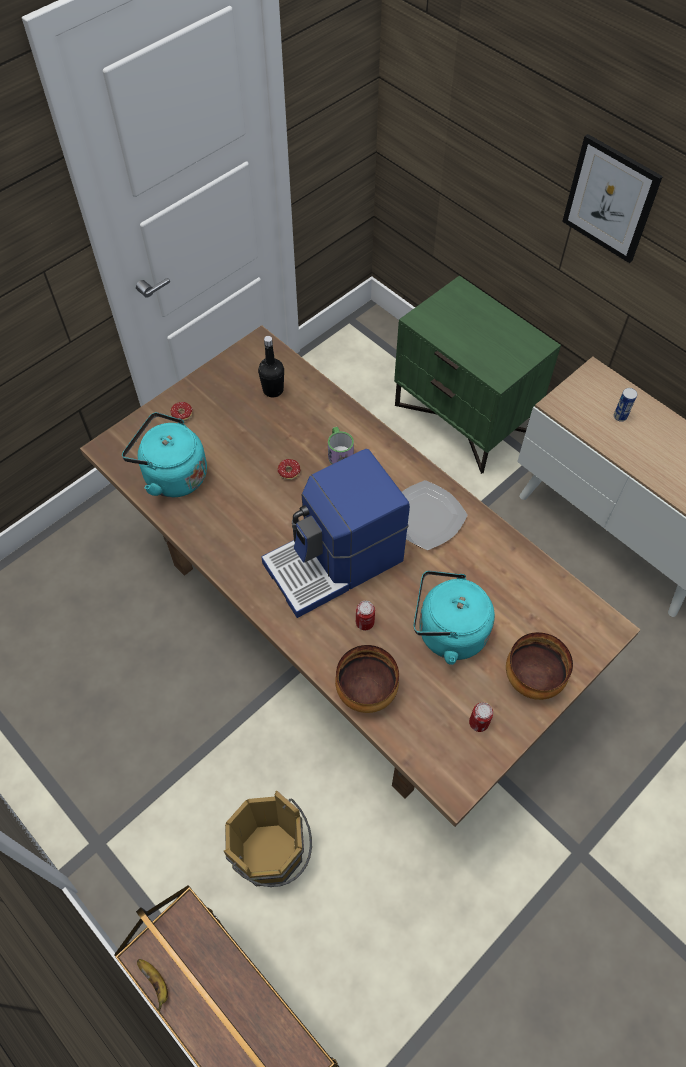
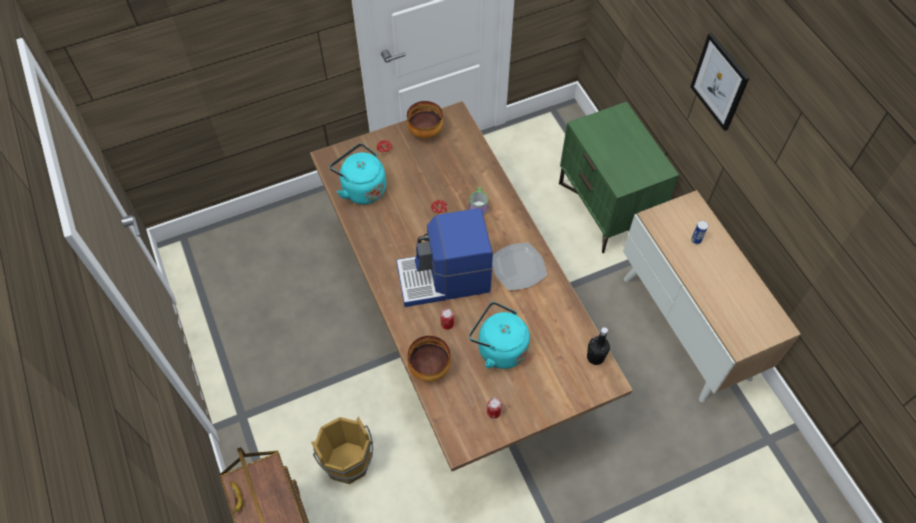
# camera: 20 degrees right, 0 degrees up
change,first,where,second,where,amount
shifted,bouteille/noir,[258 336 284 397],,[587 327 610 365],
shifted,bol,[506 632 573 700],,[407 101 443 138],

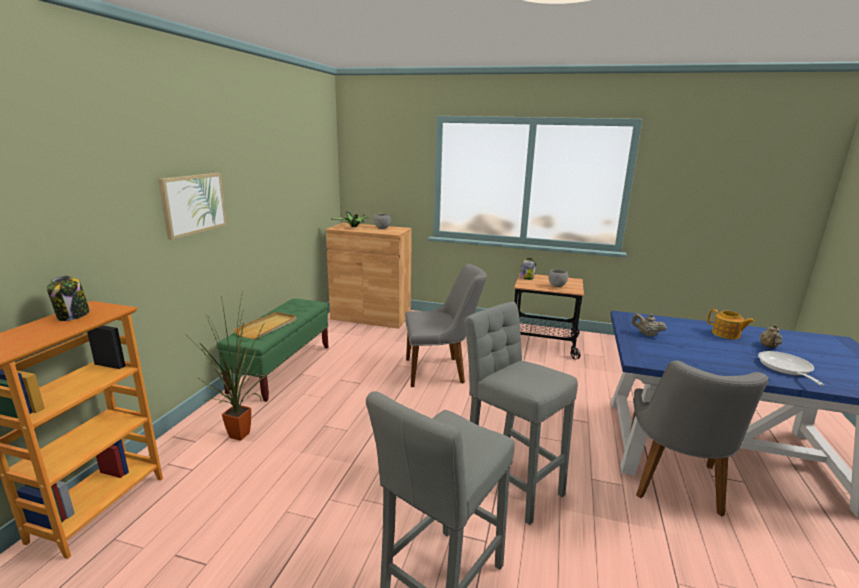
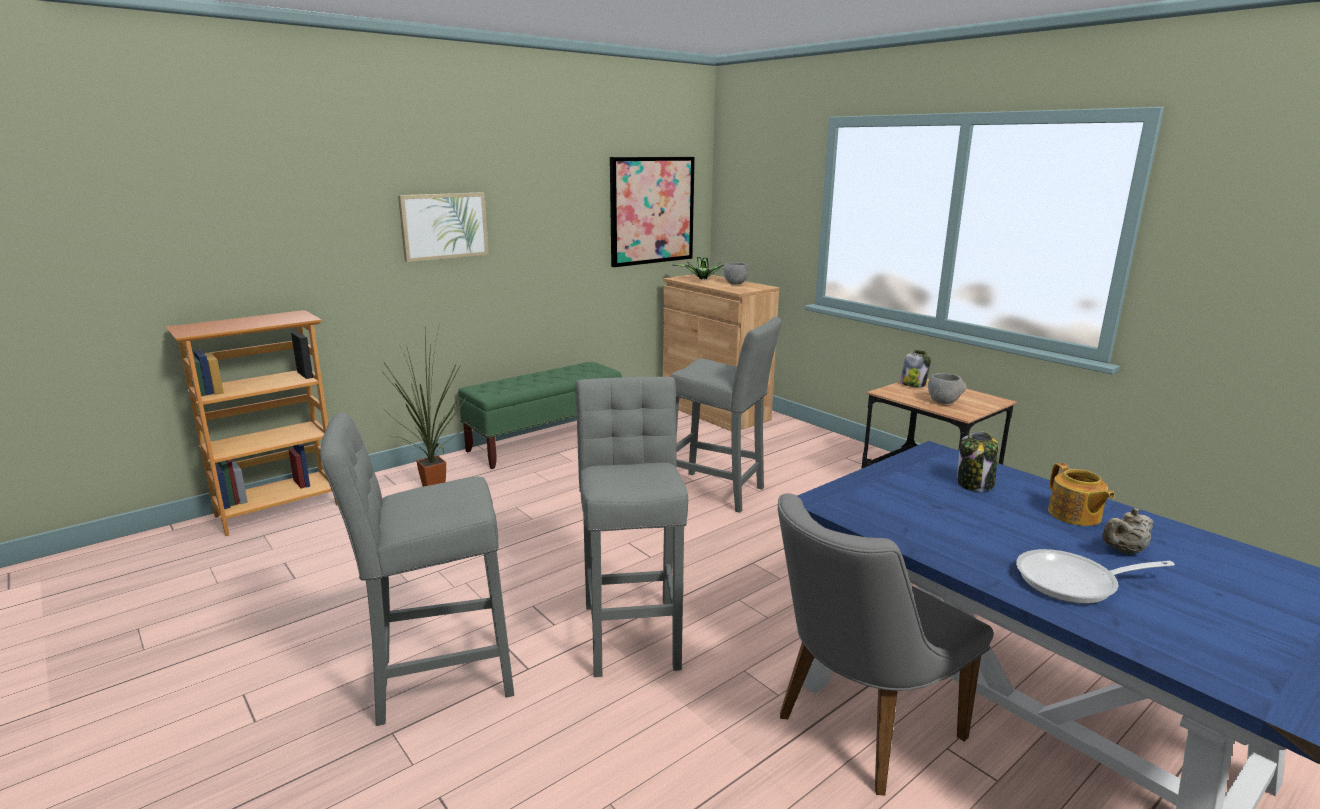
# camera: 35 degrees right, 0 degrees up
change,first,where,second,where,amount
swapped,chaise/gris,[405 264 487 387],tabouret/gris,[671 317 782 513],
shifted,bocal,[47 275 90 321],,[957 431 999 492],
gone,plateau/beige,[233 312 297 339],,,
gone,théière/beige,[632 314 667 337],,,
rotated,poêle,[758 351 824 385],,[1016 549 1175 604],135 degrees counterclockwise
new,,,tableau,[610 157 695 267],

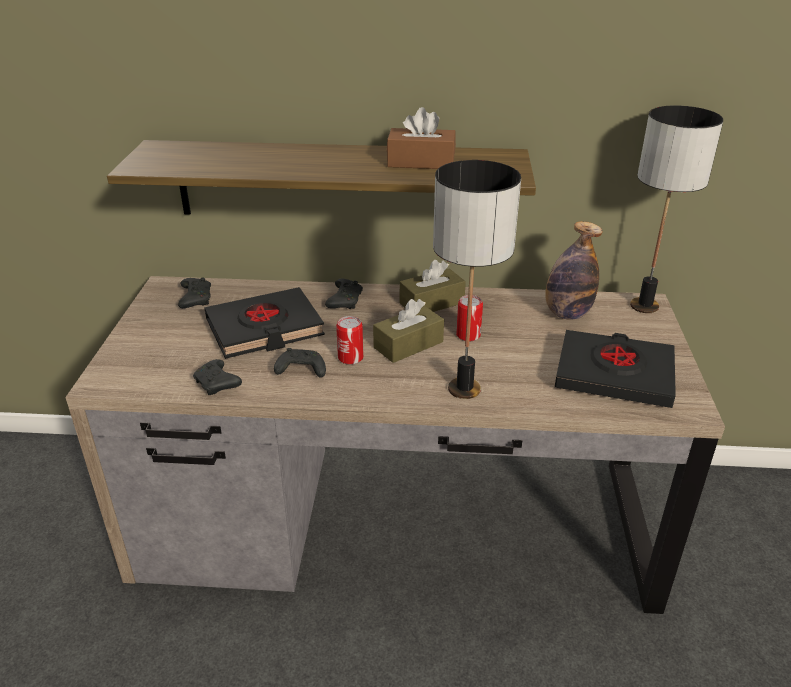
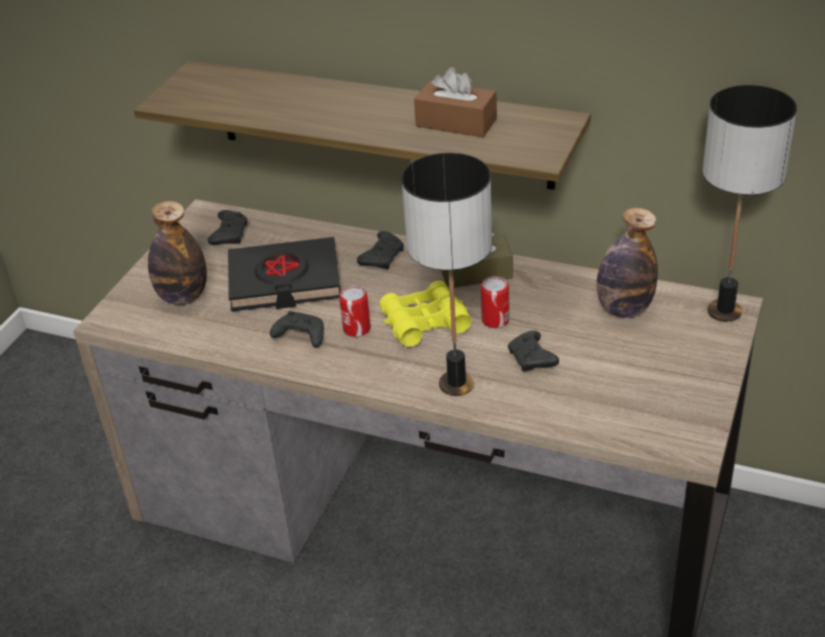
# camera: 20 degrees right, 5 degrees up
change,first,where,second,where,amount
swapped,boîte à mouchoirs/marron,[373 299 444 363],jumelles/jaune,[379 281 471 347],
gone,livre/noir,[555 330 676 408],,,
shifted,manette/noir,[193 359 242 395],,[508 331 559 371],
new,,,bouteille,[148 201 207 305],

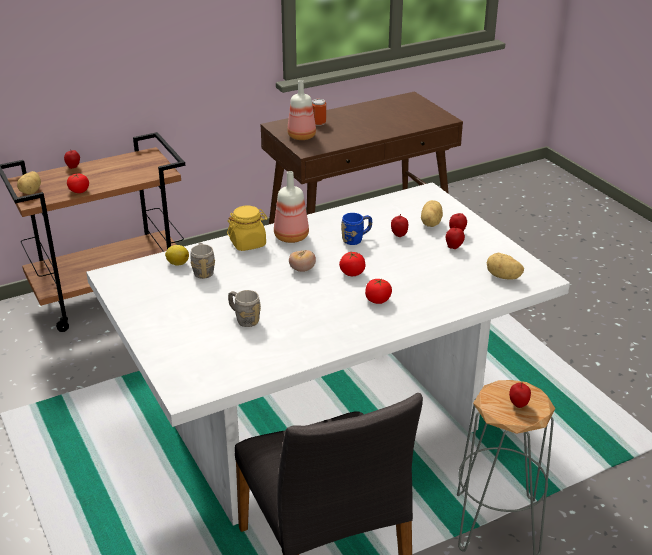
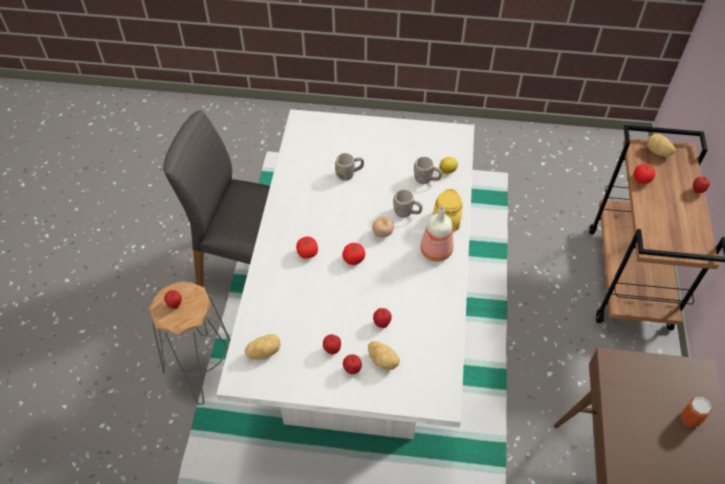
# camera: 125 degrees right, 20 degrees up
change,first,where,second,where,amount
gone,bouteille,[287 80 316 140],,,
gone,mug/bleu,[341 213 372 245],,,
new,,,mug/gris,[393 189 423 218],

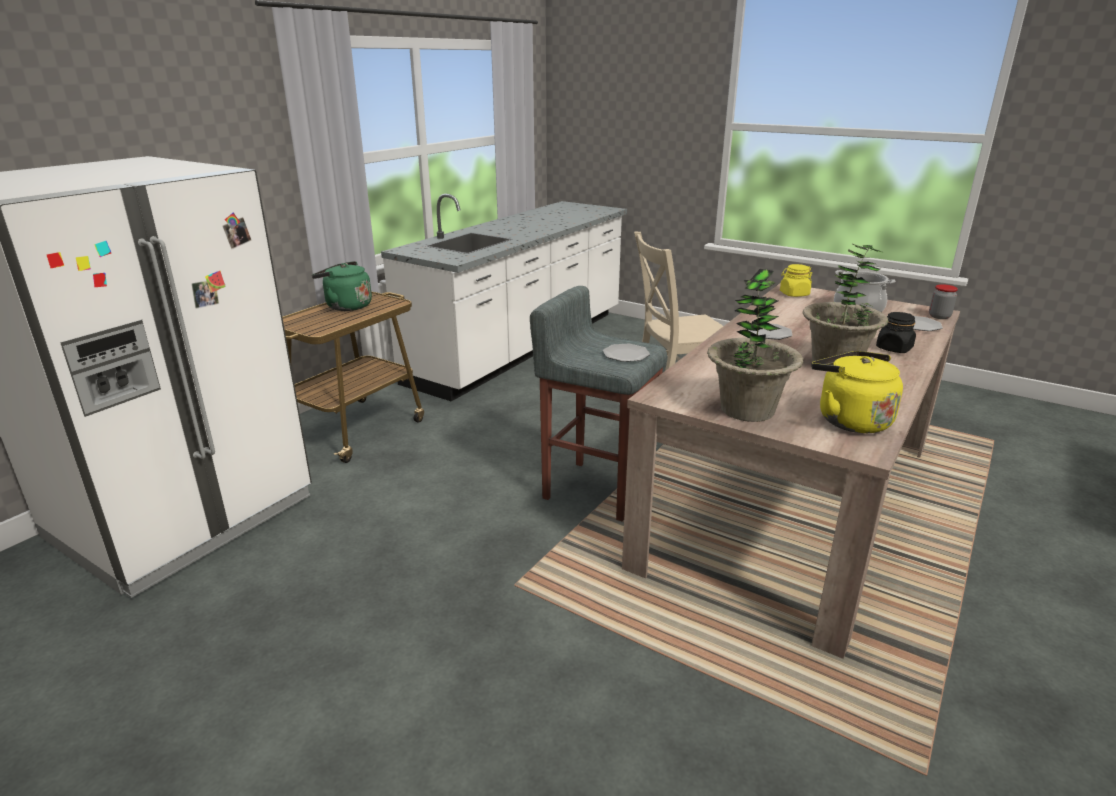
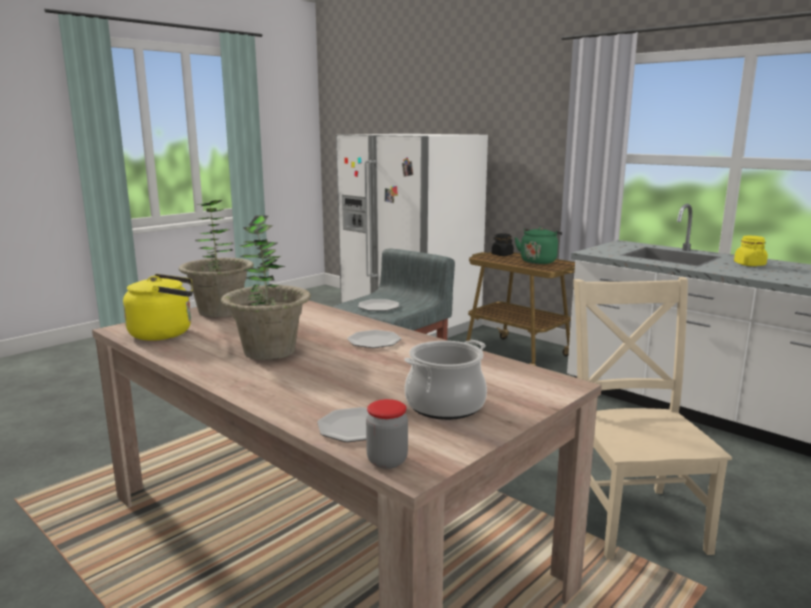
# camera: 100 degrees right, 10 degrees down
change,first,where,second,where,amount
shifted,bocal/jaune,[780 264 812 297],,[734 236 768 266],
shifted,bocal/noir,[876 312 916 353],,[492 233 514 256],

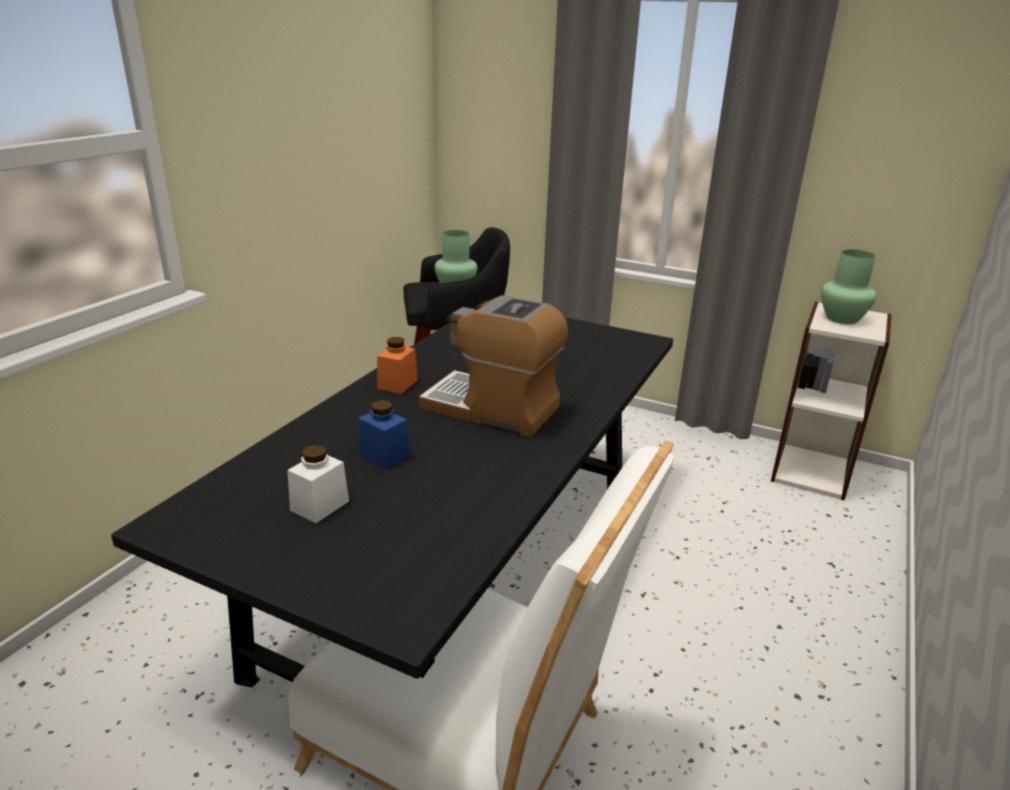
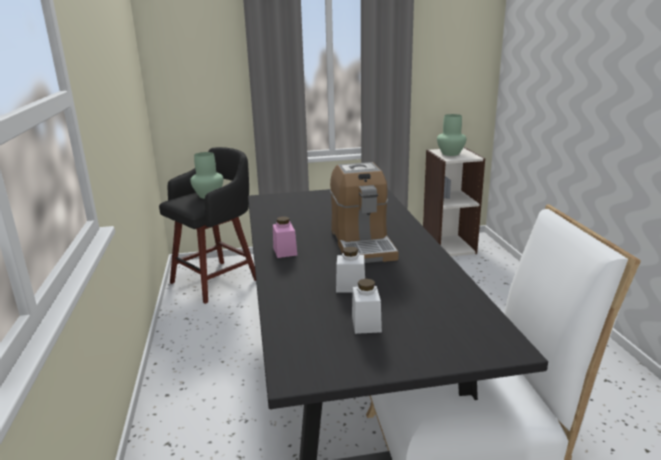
# camera: 35 degrees left, 5 degrees down
change,first,where,second,where,amount
rotated,machine à café,[419 295 568 438],,[330 162 399 263],90 degrees counterclockwise
repainted,bocal/orange,[377 337 418 394],bocal/rose,[273 216 297 258],
repainted,bocal/bleu,[358 400 410 469],bocal/blanc,[336 246 365 292],

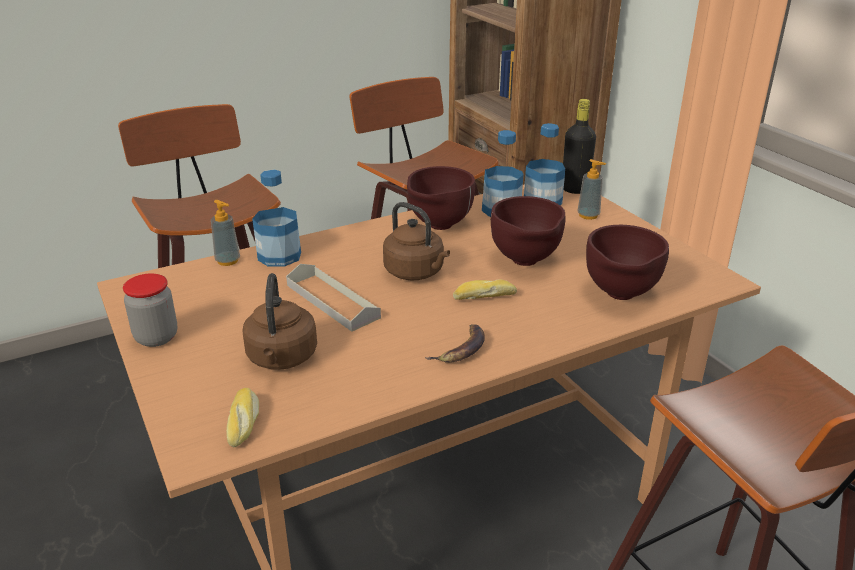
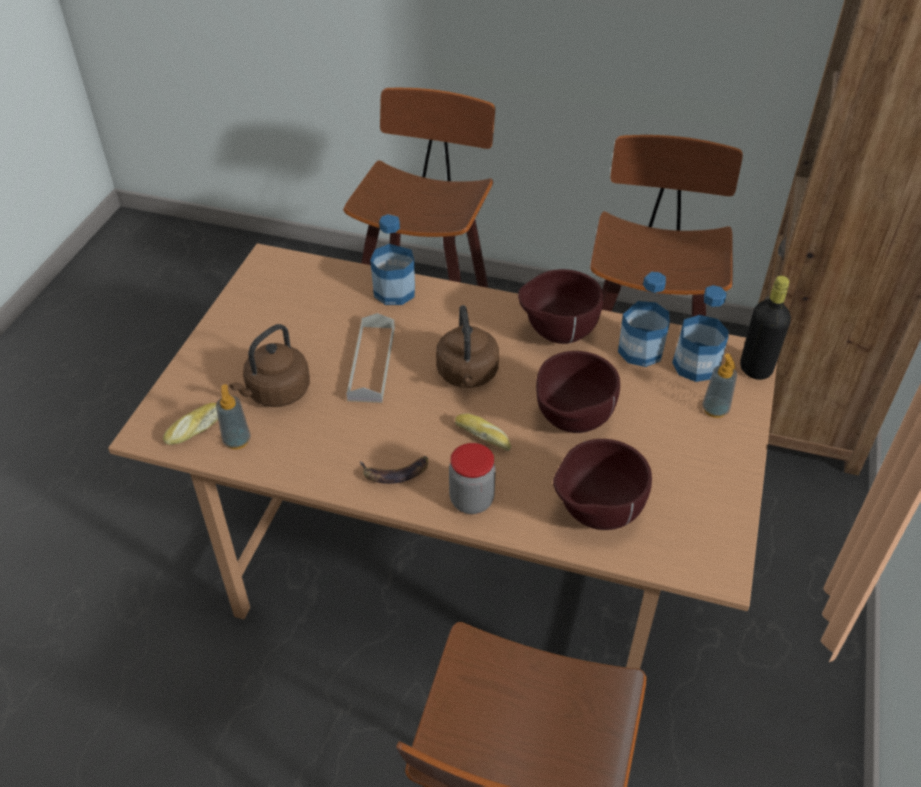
# camera: 45 degrees right, 15 degrees up
change,first,where,second,where,amount
shifted,distributeur de savon,[211 200 240 266],,[216 384 251 449],
shifted,bocal,[123 273 177 347],,[449 443 496 514],

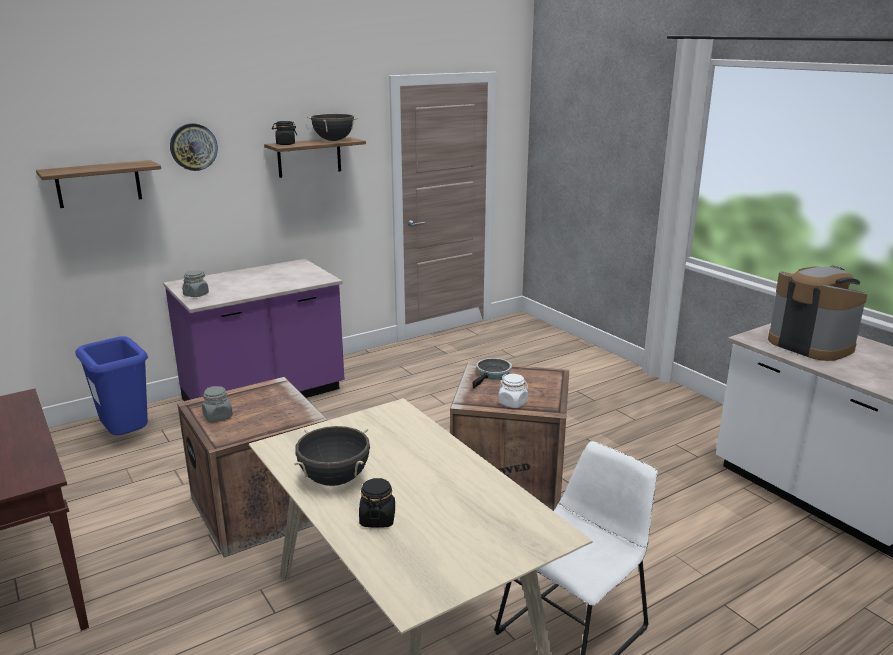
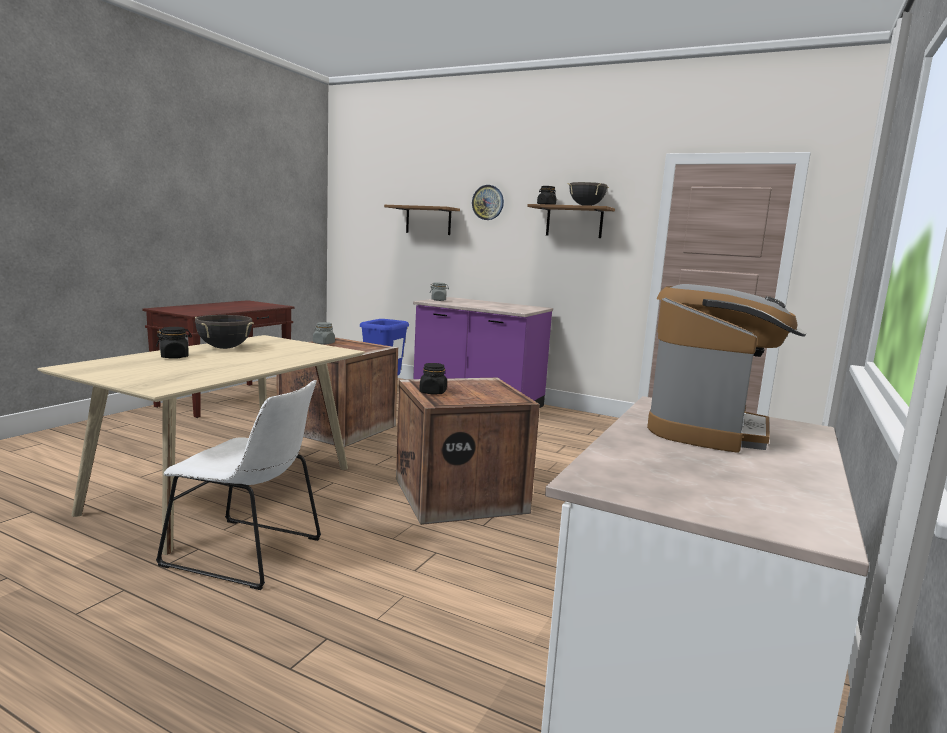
# camera: 60 degrees right, 10 degrees down
change,first,where,second,where,amount
gone,poêle,[472 358 512 388],,,
repainted,bocal/blanc,[498 374 529 408],bocal/noir,[419 363 447 395],

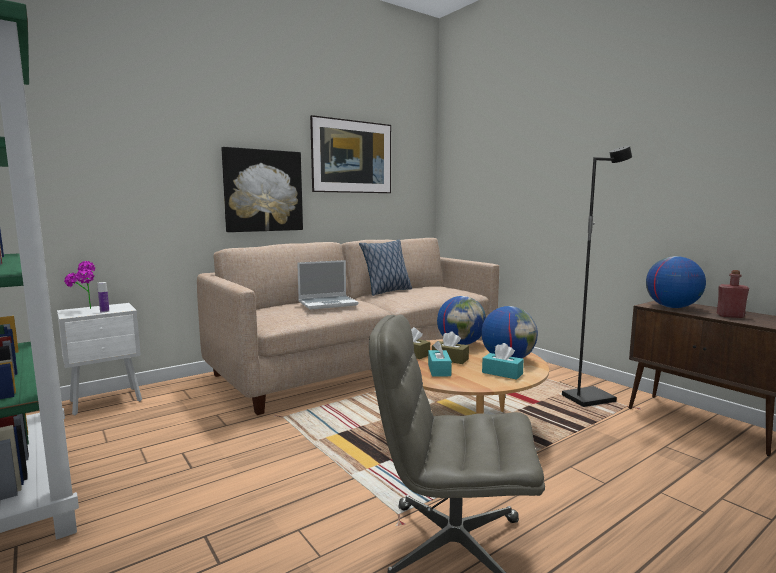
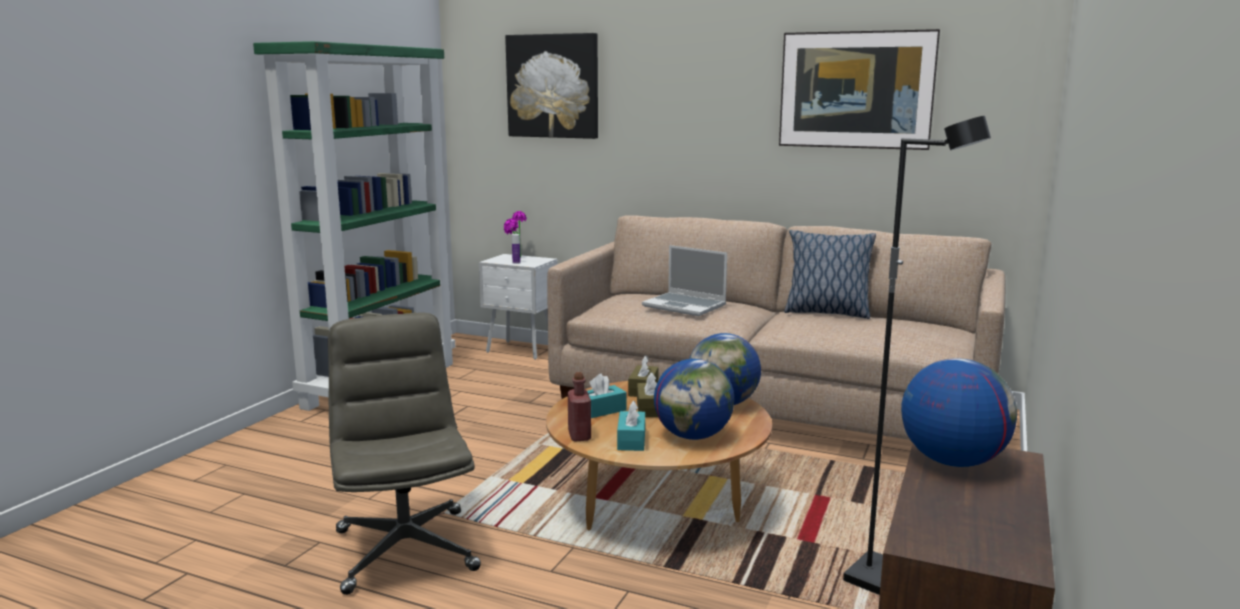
# camera: 60 degrees right, 5 degrees up
change,first,where,second,where,amount
shifted,tableau,[221 147 303 232],,[505 33 598 139],
shifted,bouteille/rouge,[717 270 749 318],,[568 372 591 442],

